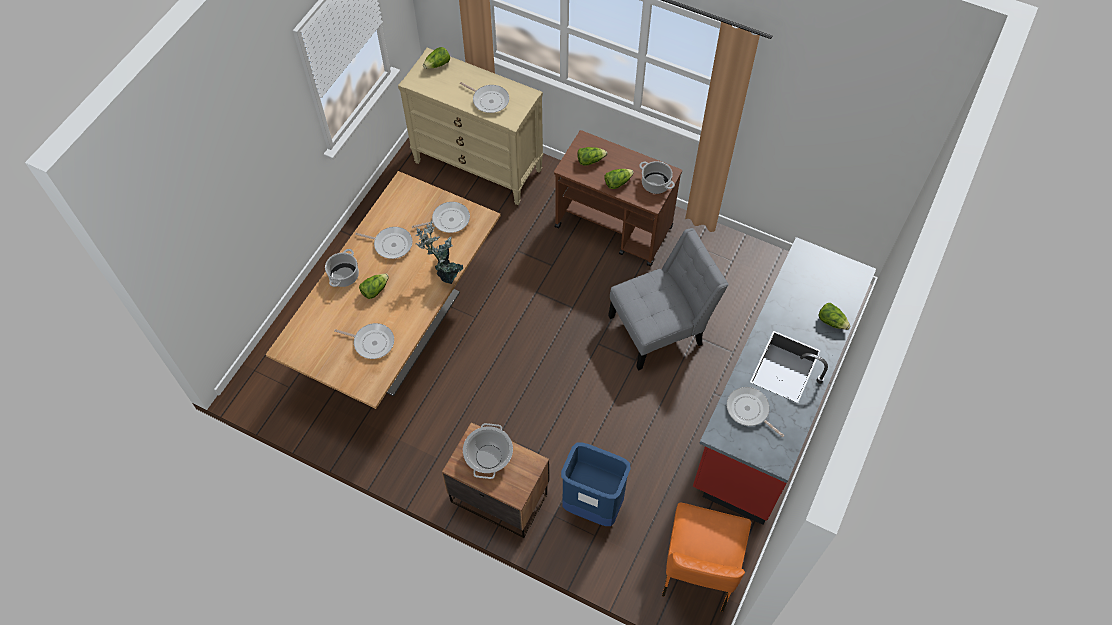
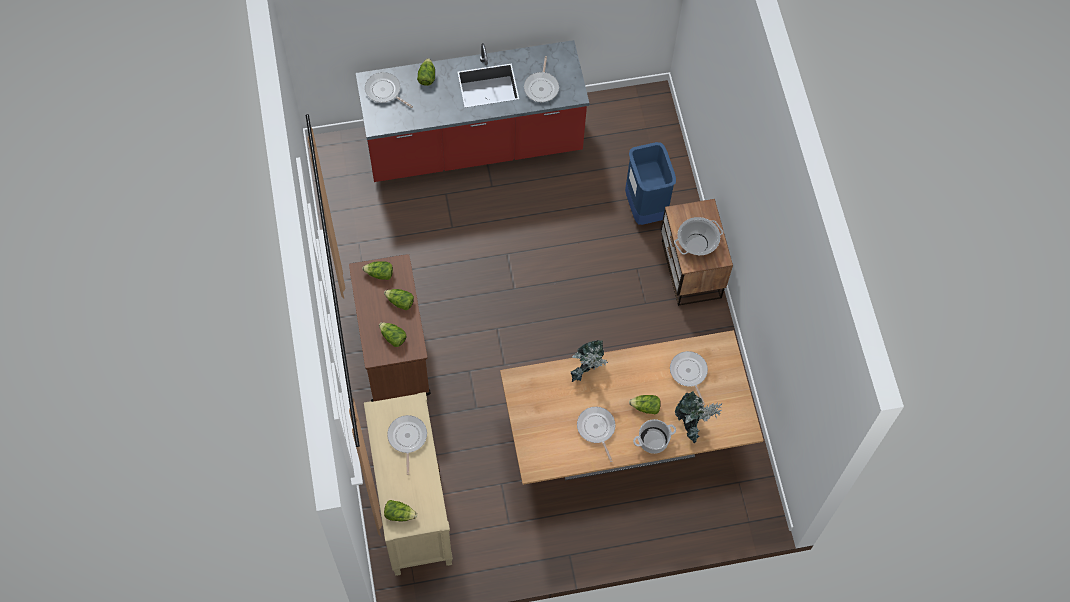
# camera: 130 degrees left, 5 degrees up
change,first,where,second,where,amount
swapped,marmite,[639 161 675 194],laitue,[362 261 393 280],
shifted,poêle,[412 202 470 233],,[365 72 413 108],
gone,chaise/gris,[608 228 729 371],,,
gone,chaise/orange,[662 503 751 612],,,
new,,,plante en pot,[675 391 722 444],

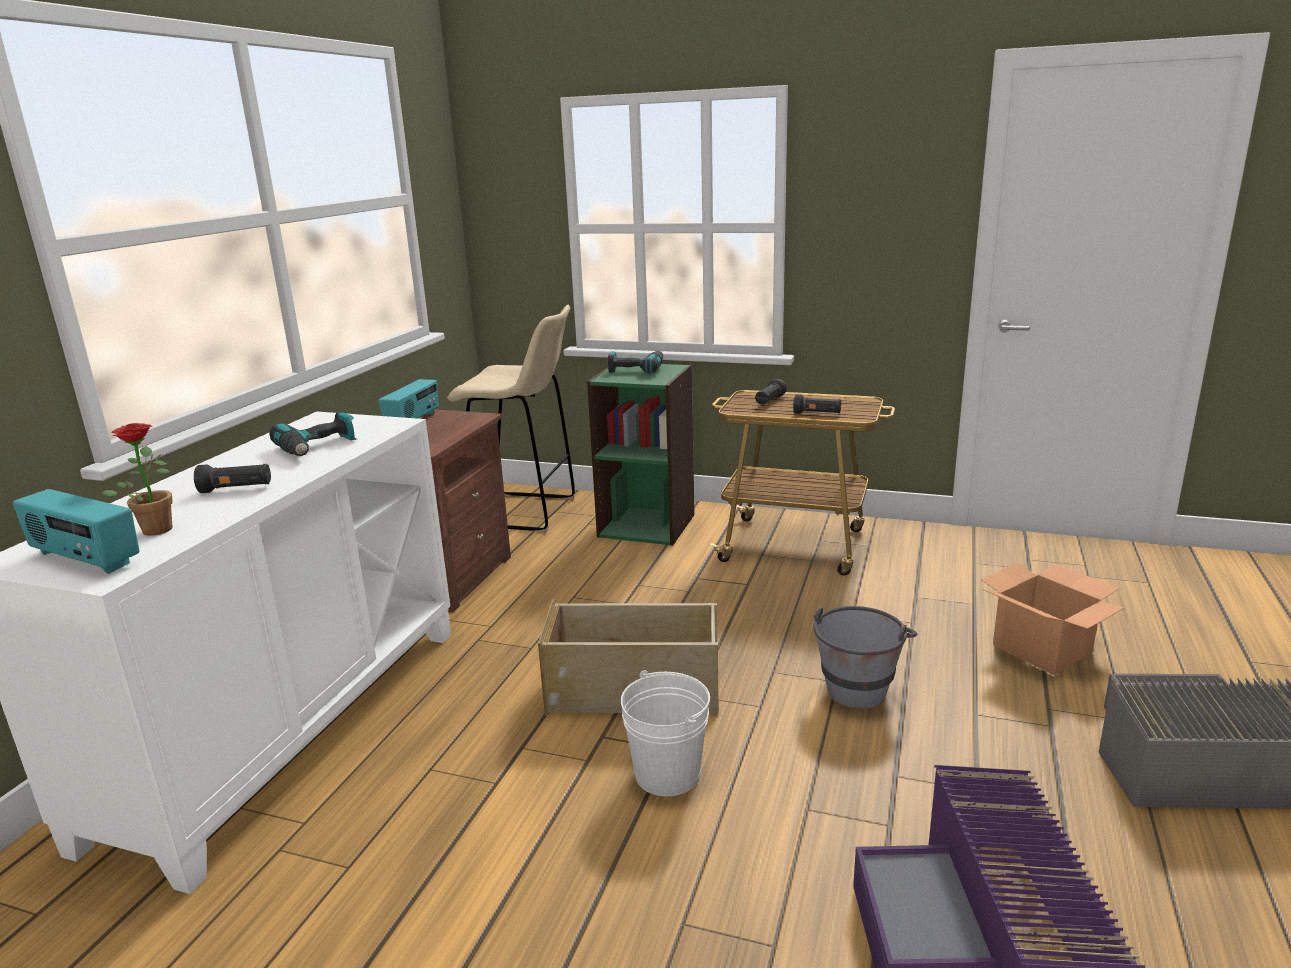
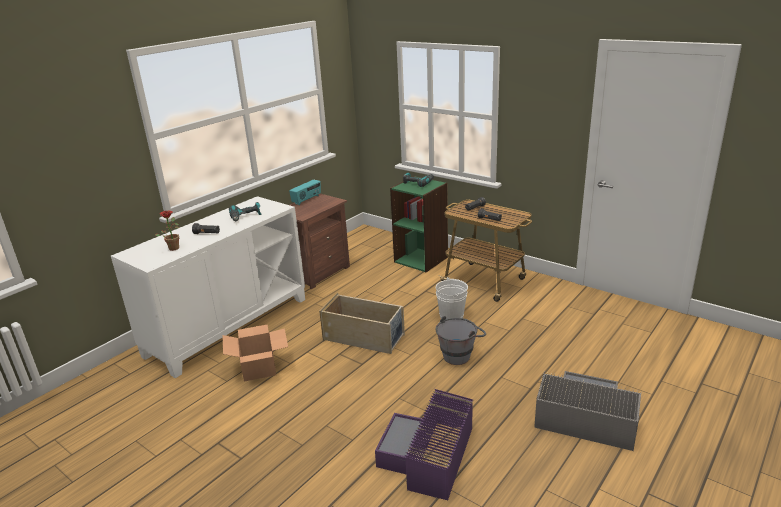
# camera: 20 degrees right, 5 degrees up
change,first,where,second,where,amount
gone,tabouret/beige,[447 305 575 533],,,
gone,radio,[13 489 139 574],,,
shifted,carton,[981 563 1124 675],,[223 324 288 382],
shifted,seau/blanc,[621 670 710 796],,[436 277 468 318],

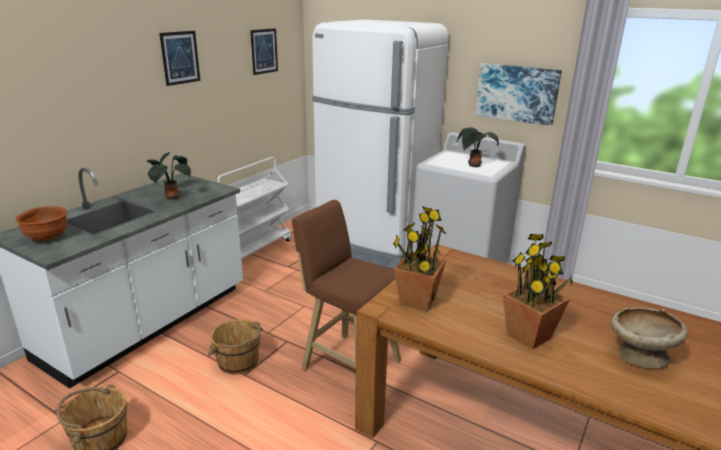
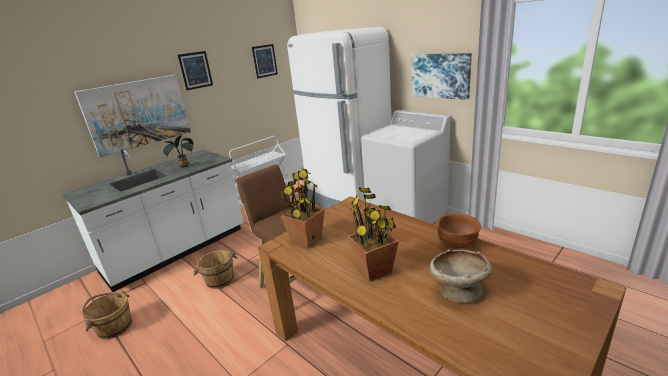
# camera: 15 degrees right, 0 degrees up
change,first,where,second,where,amount
gone,plante en pot,[457 127 499 167],,,
shifted,bol/marron,[16 206 67 241],,[436 213 481 249],
new,,,tableau,[75 75 191 157],

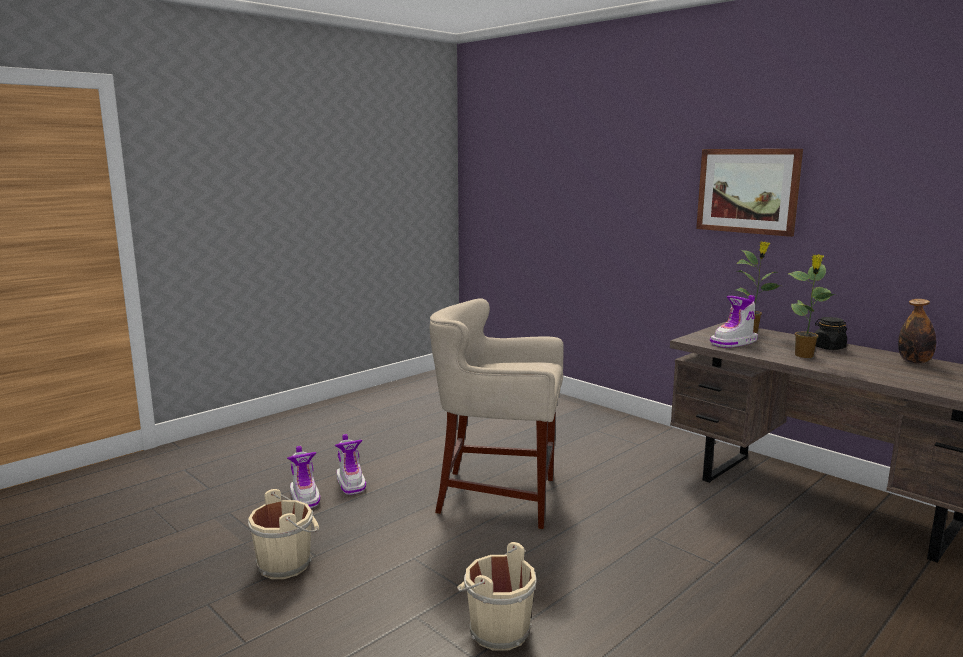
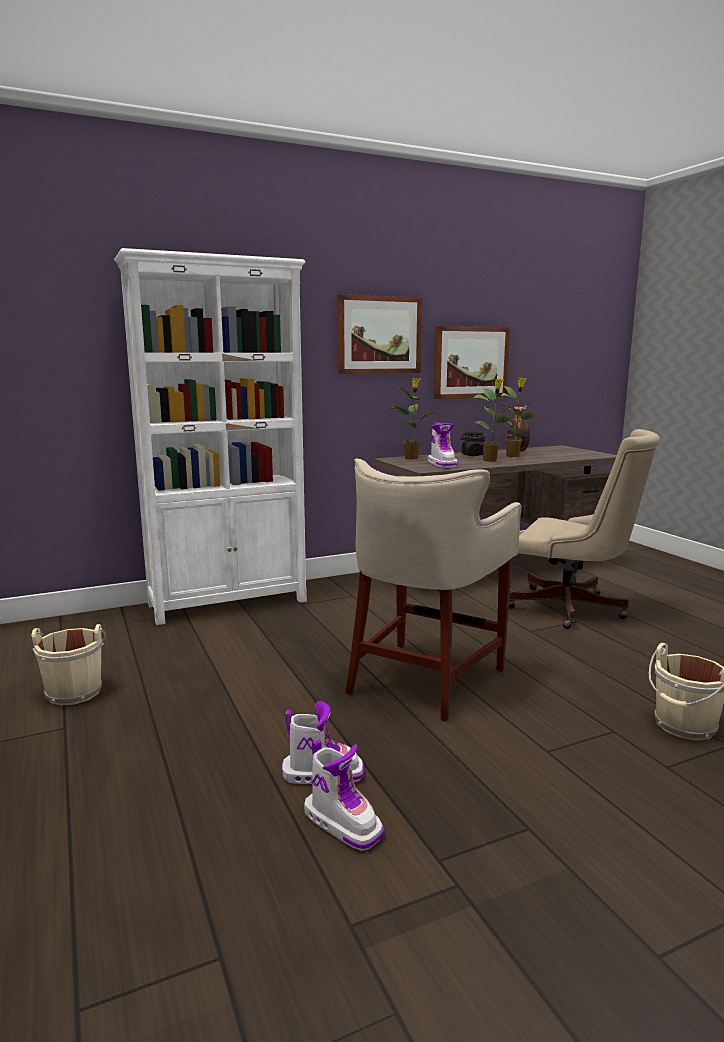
# camera: 70 degrees left, 0 degrees up
change,first,where,second,where,amount
rotated,botte,[287 446 320 508],,[304 739 384 851],45 degrees clockwise
shifted,seau/beige,[248 489 319 579],,[32 624 106 706],
new,,,bibliothèque/blanc,[114 248 307 625],
new,,,tableau,[434 326 510 399],
new,,,plante en pot,[498 378 537 457],
new,,,chaise de bureau/beige,[509 429 660 629],

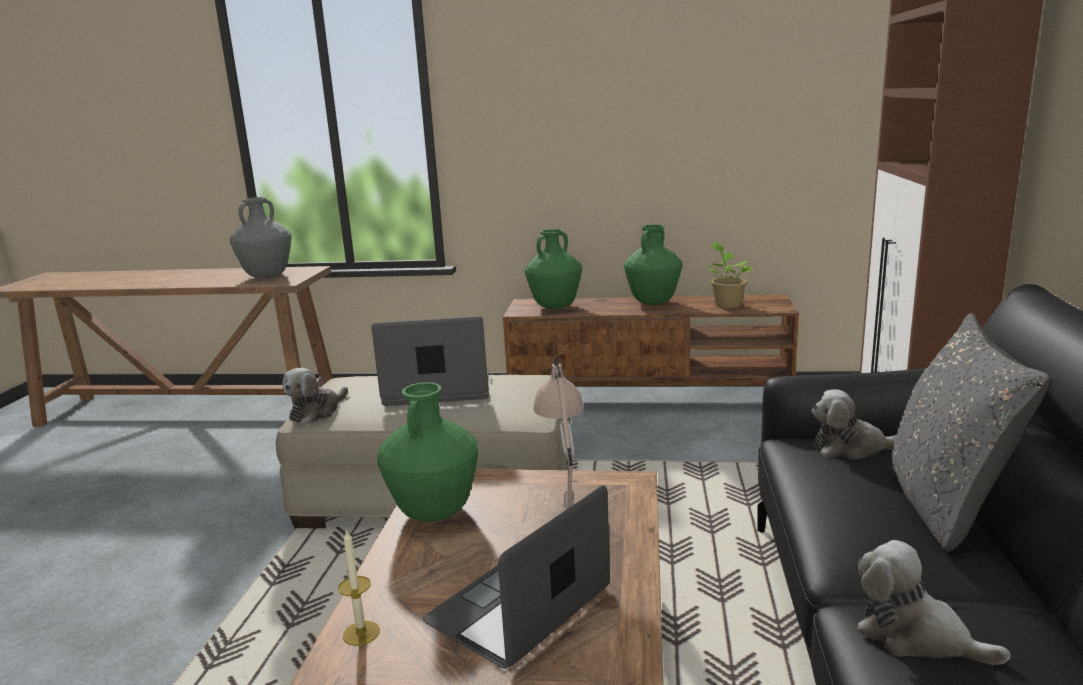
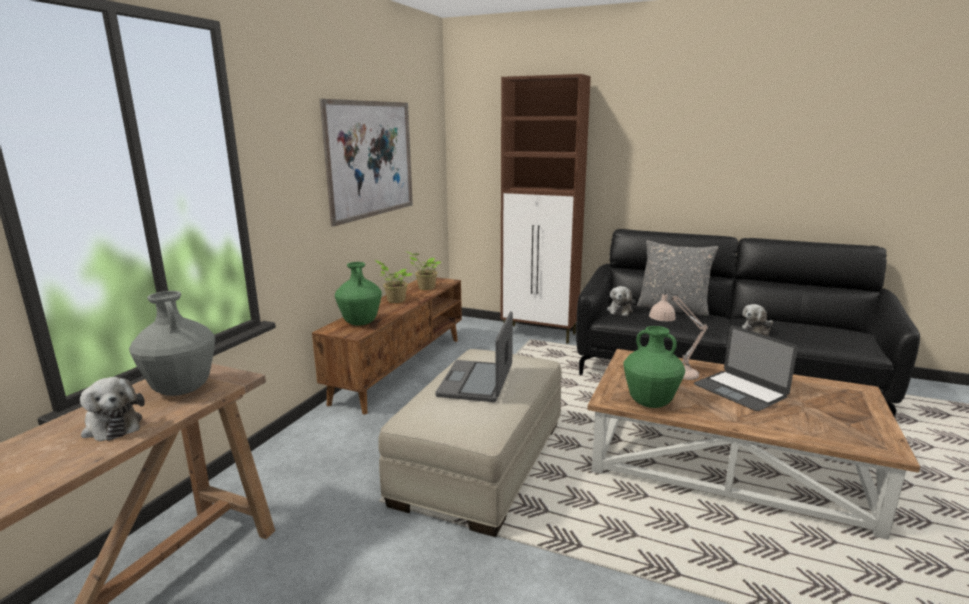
# camera: 75 degrees left, 0 degrees up
change,first,where,second,where,amount
swapped,vase/vert,[624 224 682 305],plante en pot,[375 260 413 303],
shifted,peluche,[282 368 348 424],,[80 377 145 441],
gone,bougie,[338 530 380 646],,,
new,,,tableau,[320 99 413 227],

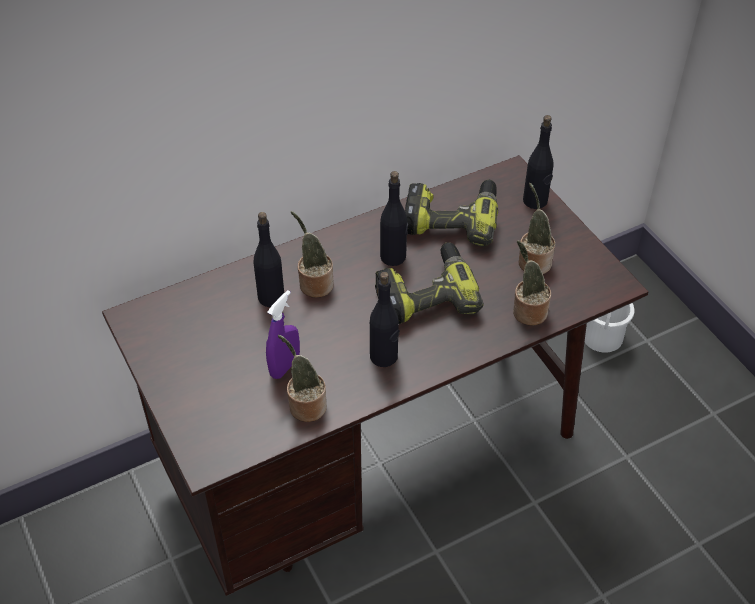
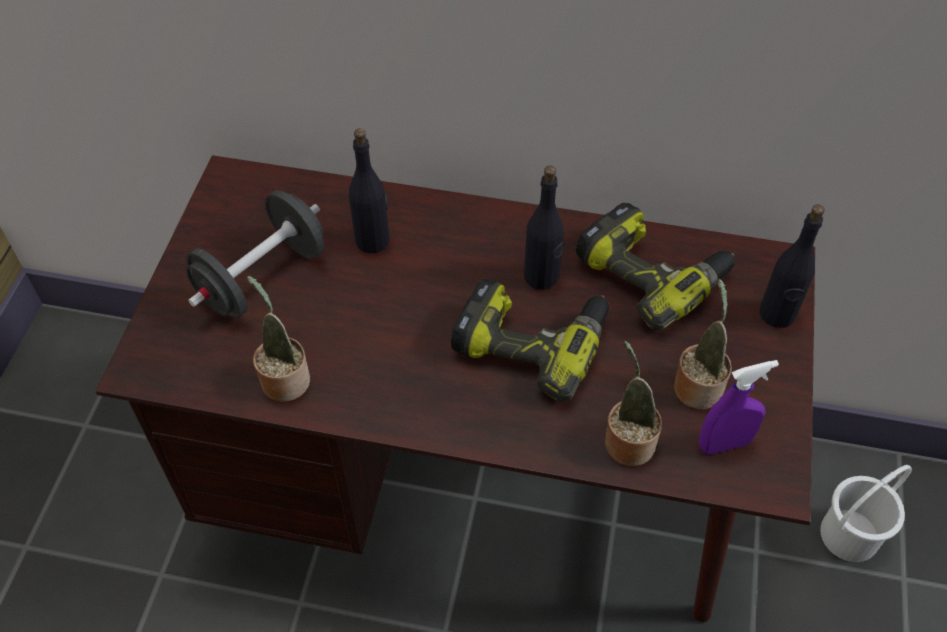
# camera: 40 degrees right, 5 degrees up
change,first,where,second,where,amount
gone,plante en pot,[291 211 334 298],,,
gone,bouteille/noir,[370 272 400 367],,,
shifted,vaporisateur/violet,[266 290 300 379],,[699 360 779 455],
new,,,haltère/noir,[186 190 324 319],

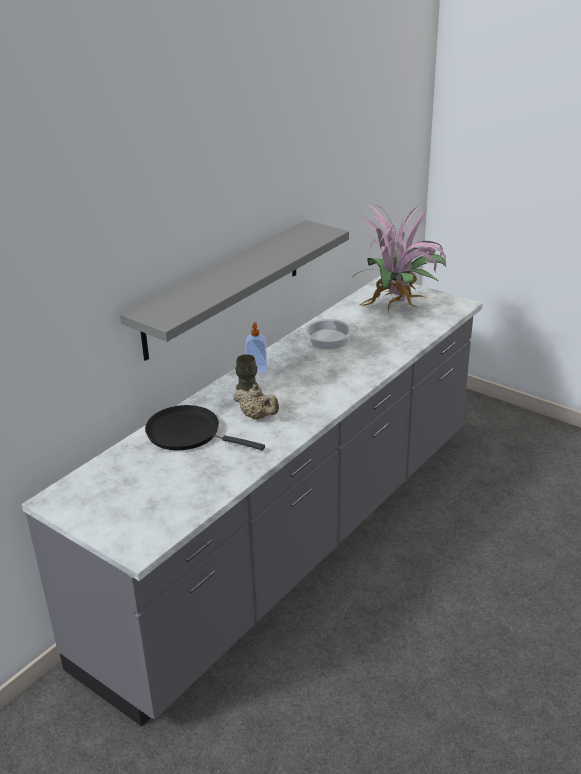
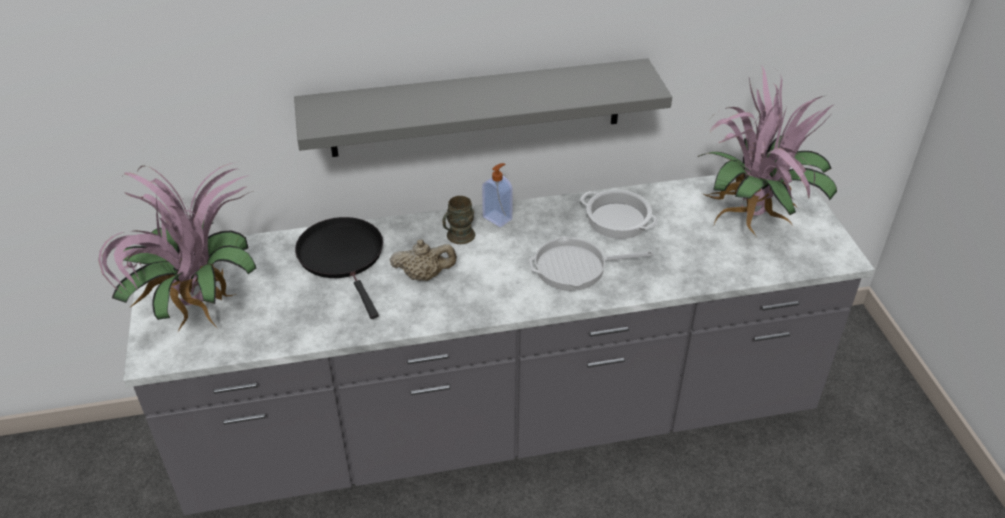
# camera: 40 degrees right, 10 degrees up
change,first,where,second,where,amount
rotated,théière/beige,[233 384 279 419],,[389 239 457 281],75 degrees counterclockwise
new,,,plante en pot,[98 162 256 332],
new,,,poêle,[529 236 654 291],

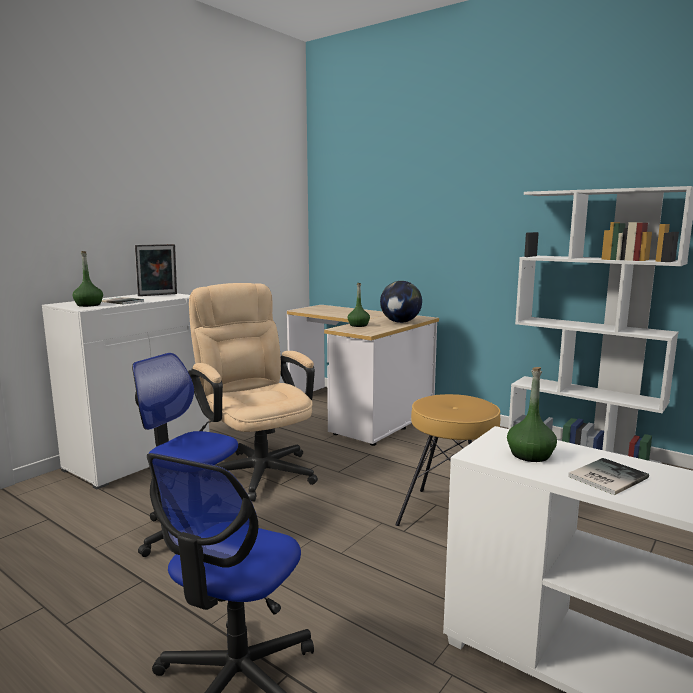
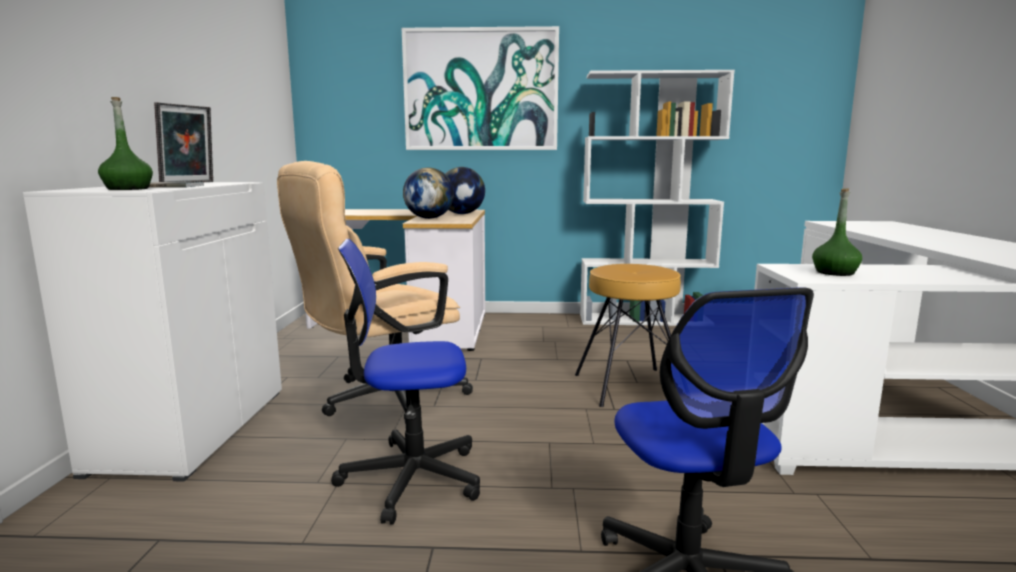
# camera: 35 degrees left, 0 degrees up
change,first,where,second,where,amount
rotated,chaise de bureau/beige,[188 283 318 502],,[277 161 473 424],60 degrees counterclockwise
swapped,bouteille/vert,[348 283 370 327],globe,[403 167 454 219],
gone,livre,[568 458 649 495],,,
new,,,tableau,[402 26 559 150],

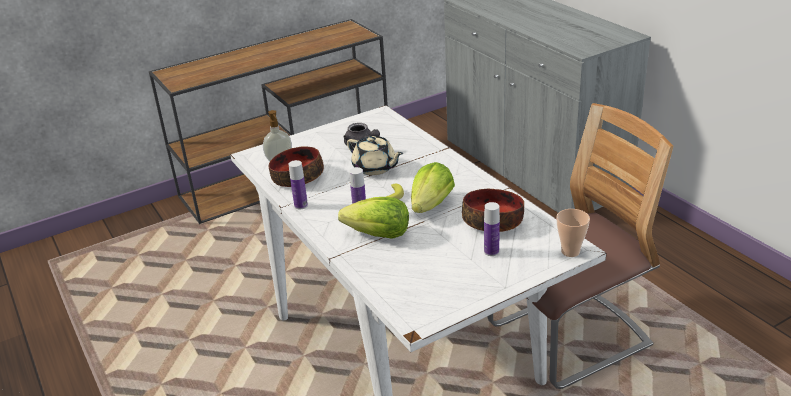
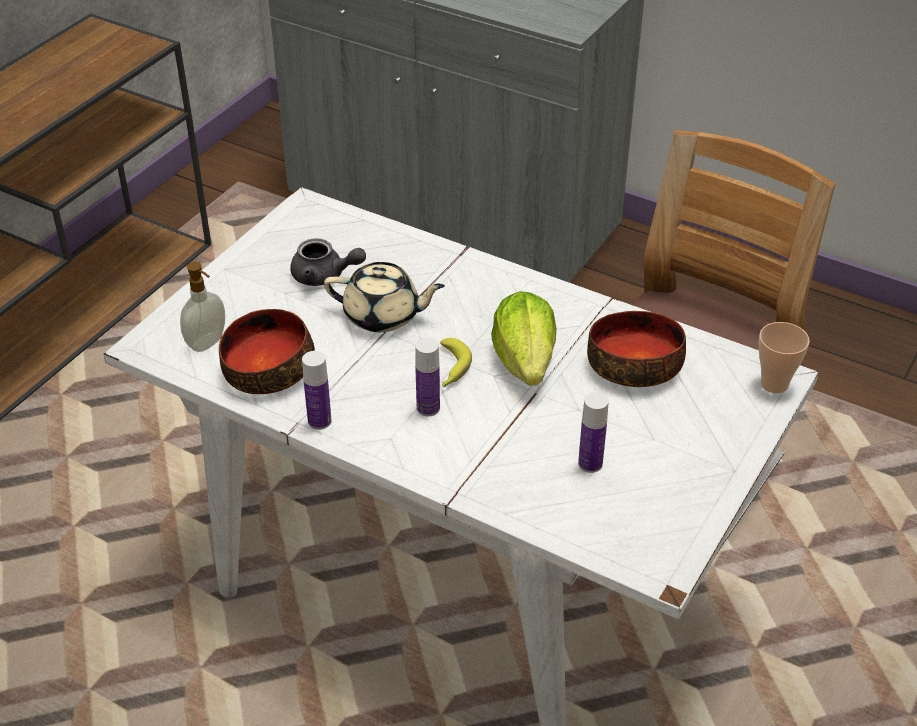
# camera: 30 degrees left, 10 degrees up
change,first,where,second,where,amount
gone,laitue,[338 197 409 239],,,
shifted,bouteille,[484 202 500 256],,[578 392 609 473],

